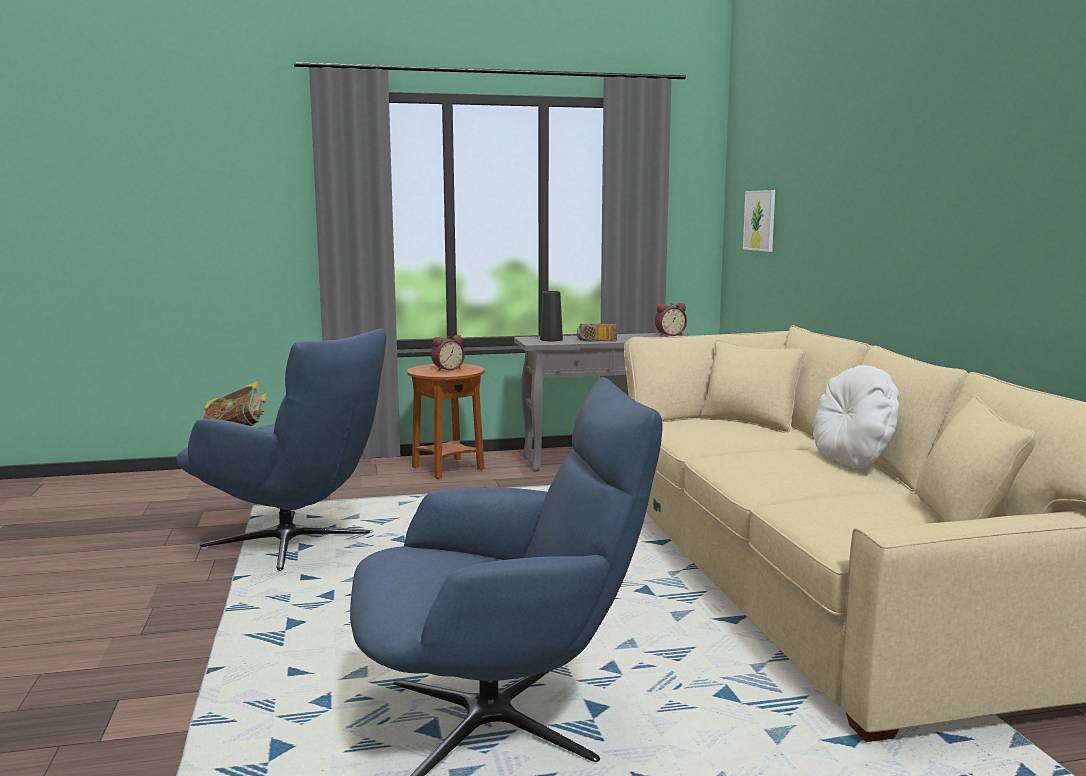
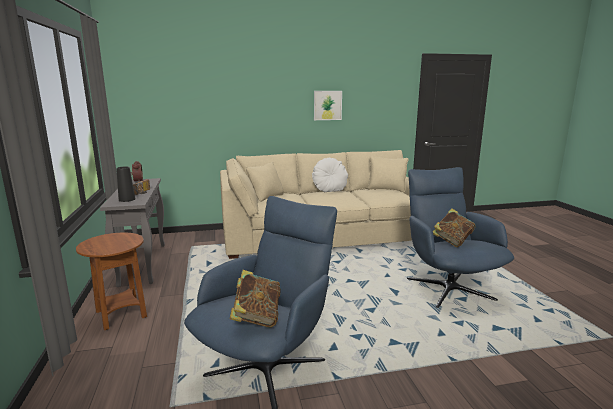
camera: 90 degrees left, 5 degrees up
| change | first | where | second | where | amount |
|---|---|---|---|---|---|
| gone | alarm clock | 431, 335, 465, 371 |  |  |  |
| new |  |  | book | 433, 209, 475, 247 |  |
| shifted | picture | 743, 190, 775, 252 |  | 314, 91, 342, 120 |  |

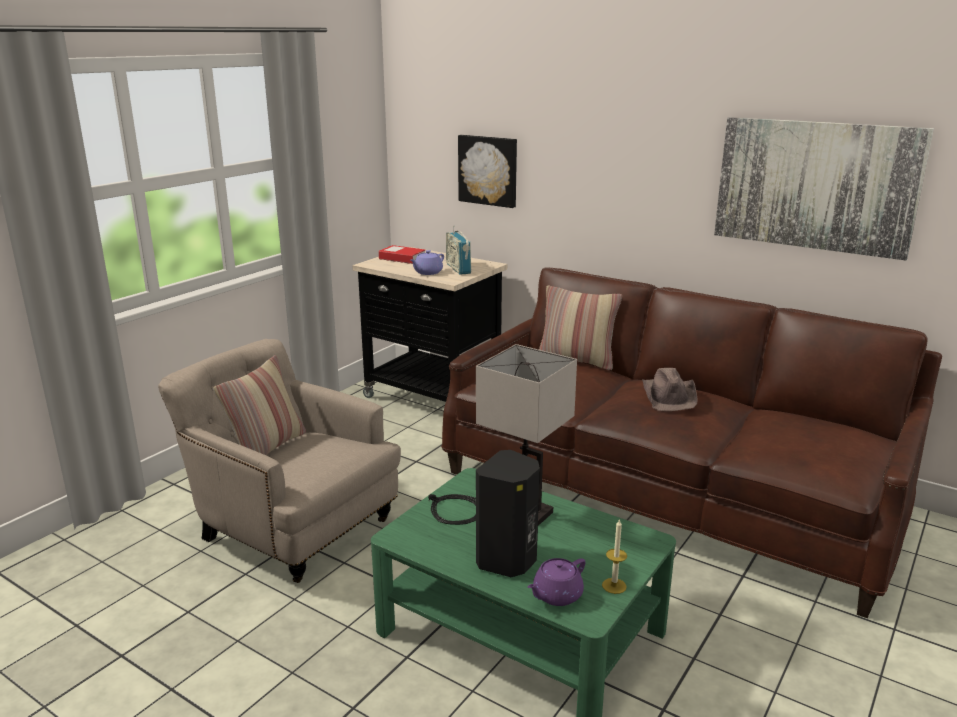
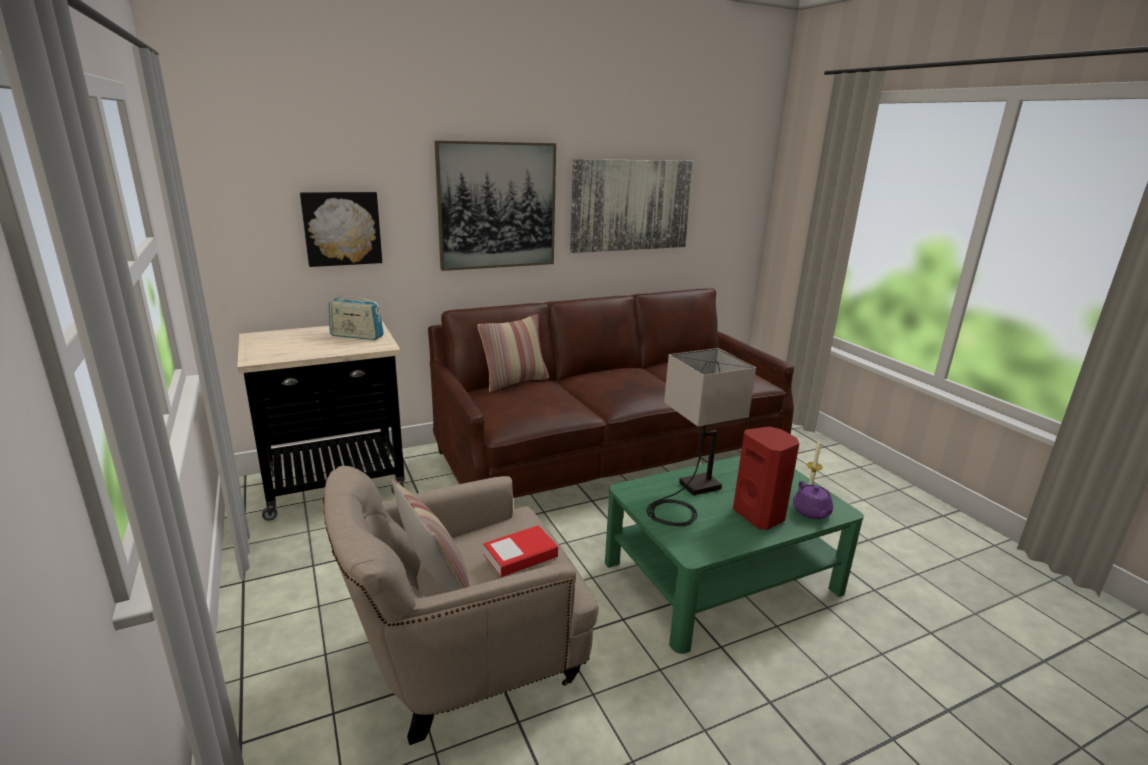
camera: 60 degrees left, 0 degrees up
| change | first | where | second | where | amount |
|---|---|---|---|---|---|
| gone | teapot in purple | 411, 250, 444, 275 |  |  |  |
| gone | hat in brown | 642, 368, 697, 411 |  |  |  |
| new |  |  | picture | 435, 140, 556, 271 |  |
| shifted | book | 379, 245, 425, 264 |  | 483, 525, 558, 577 |  |
| repainted | speaker in black | 476, 450, 540, 577 | speaker in red | 733, 427, 799, 530 |  |

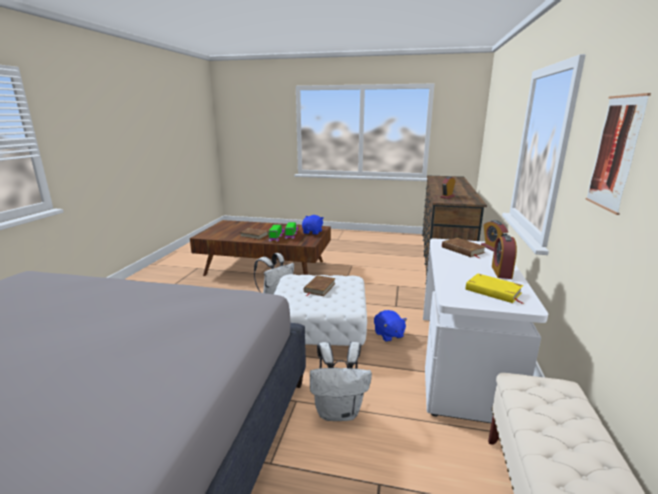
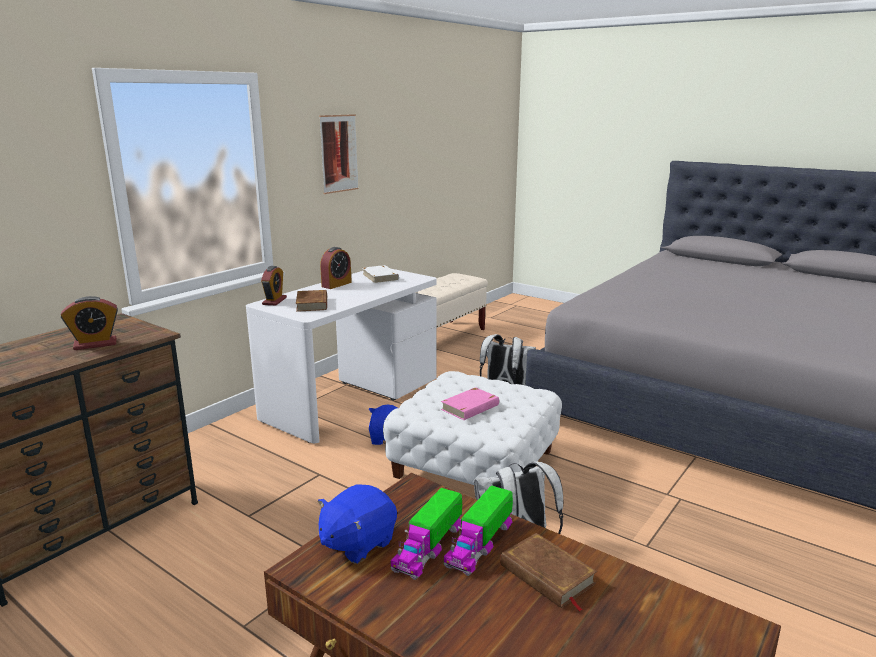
camera: 155 degrees left, 0 degrees up
| change | first | where | second | where | amount |
|---|---|---|---|---|---|
| repainted | book in brown | 304, 275, 336, 296 | book in pink | 441, 387, 499, 420 |  |
| repainted | book in yellow | 466, 274, 523, 304 | book in white | 362, 265, 399, 284 |  |

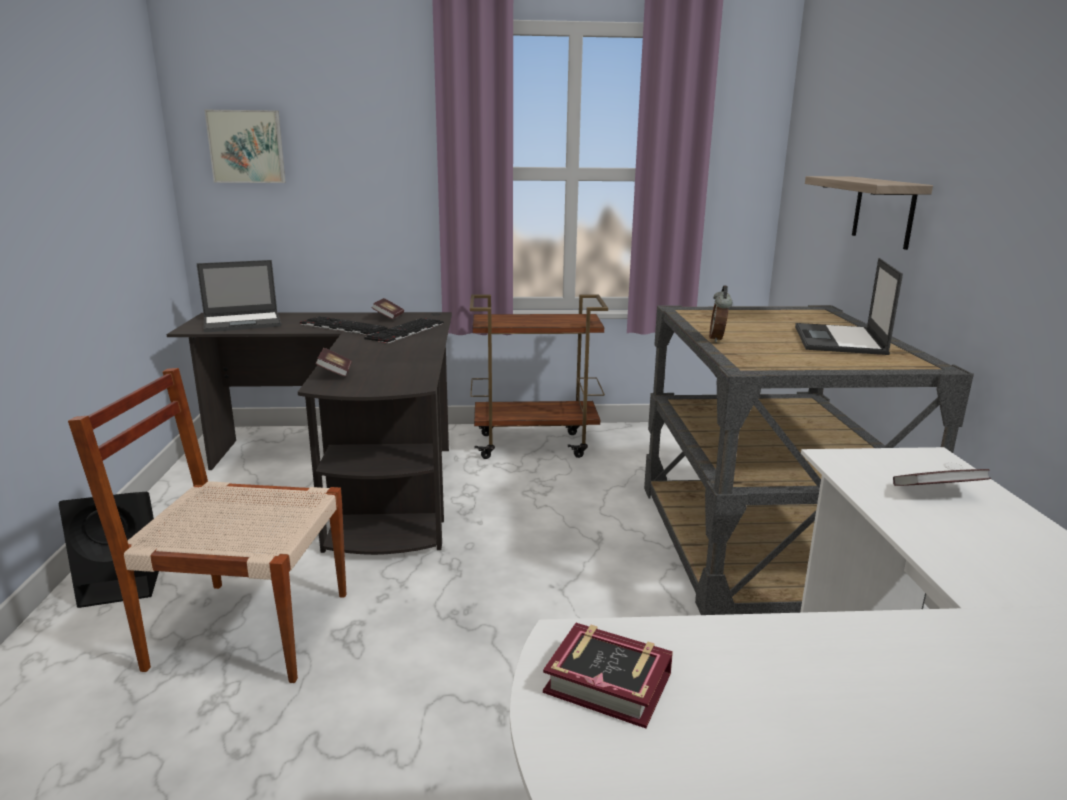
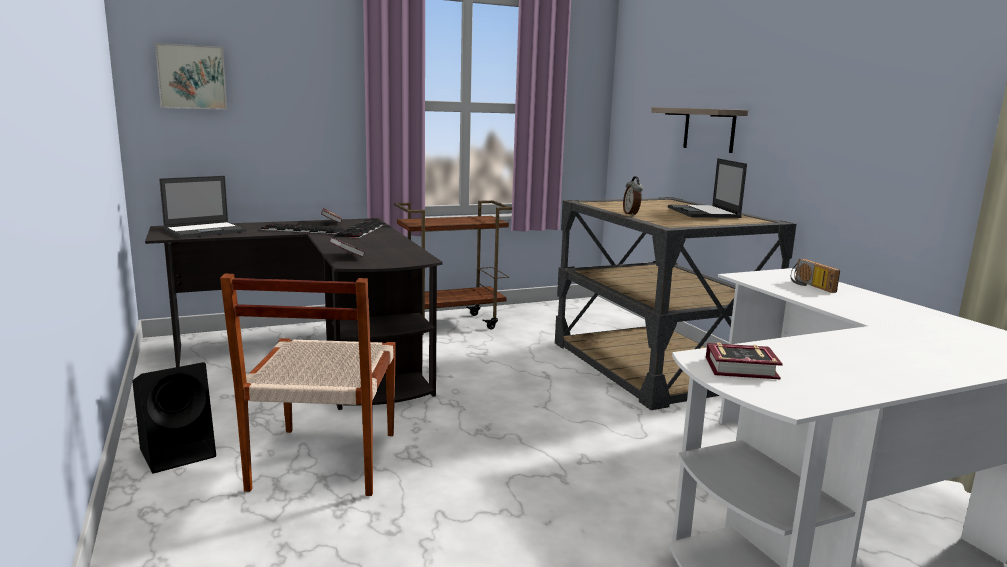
camera: 20 degrees left, 5 degrees down
| change | first | where | second | where | amount |
|---|---|---|---|---|---|
| swapped | book | 893, 469, 991, 486 | radio | 791, 259, 840, 293 |  |
| rotated | chair | 68, 368, 346, 683 |  | 220, 274, 396, 496 | 75 degrees counterclockwise |

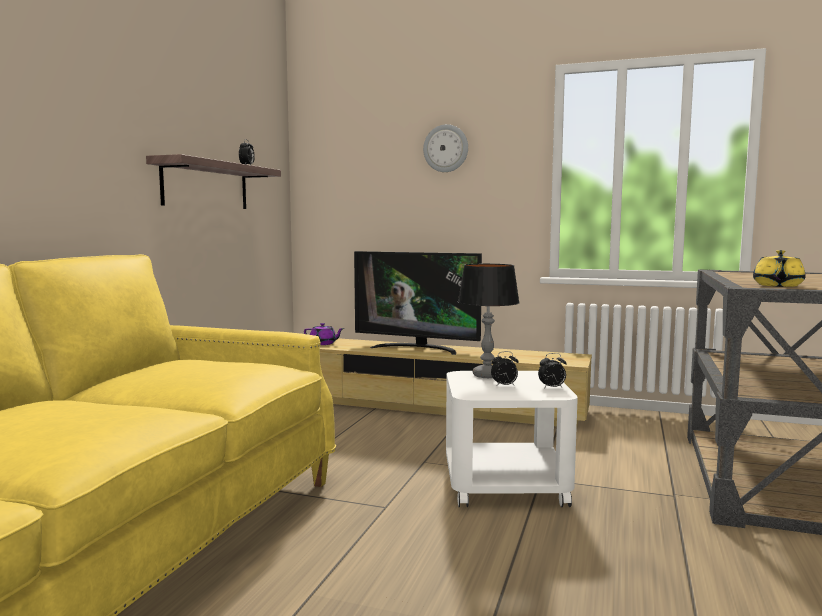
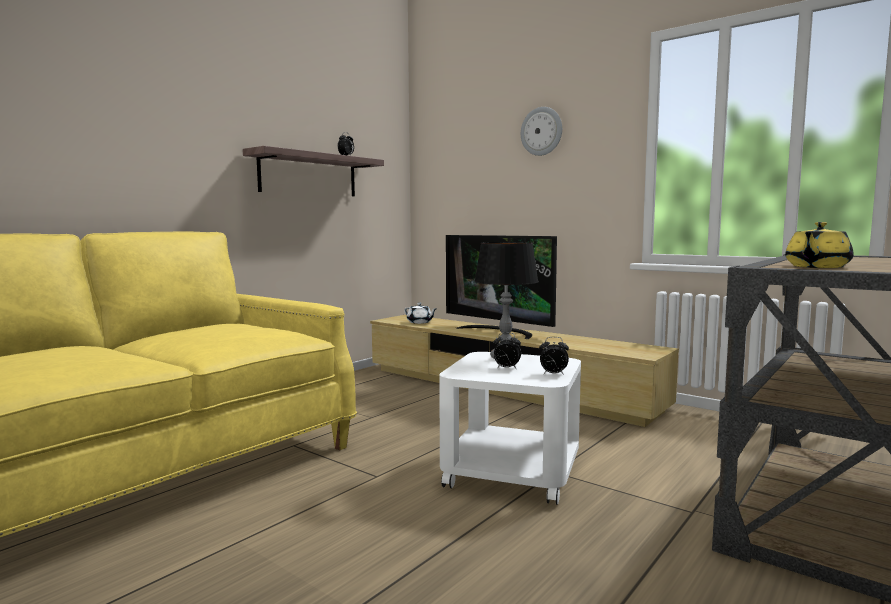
camera: 20 degrees right, 0 degrees up
| change | first | where | second | where | amount |
|---|---|---|---|---|---|
| repainted | teapot in purple | 304, 323, 344, 345 | teapot in white | 404, 303, 436, 324 |  |

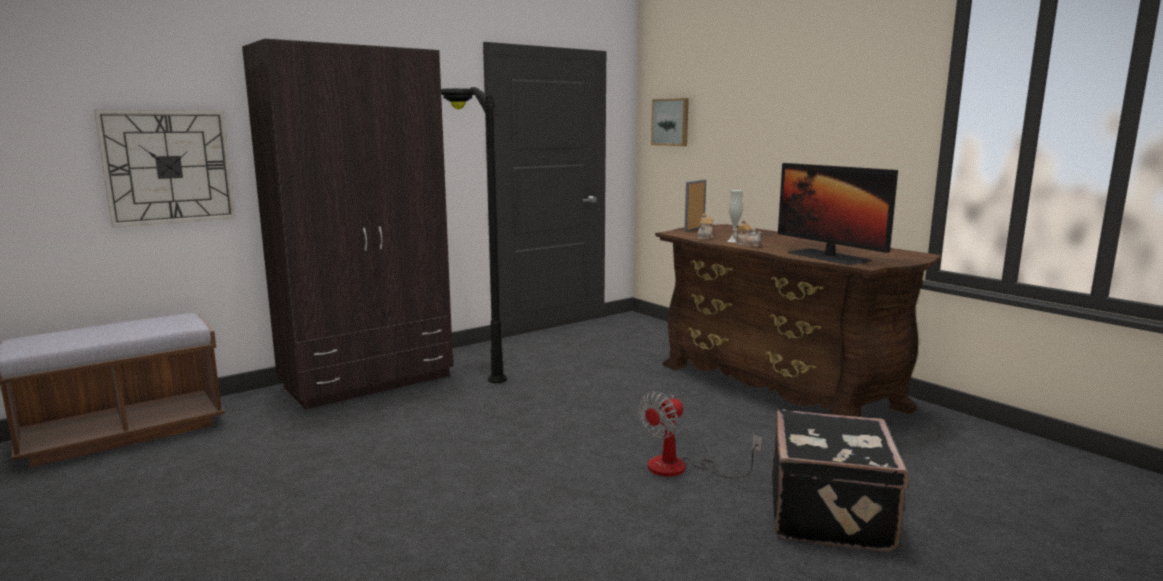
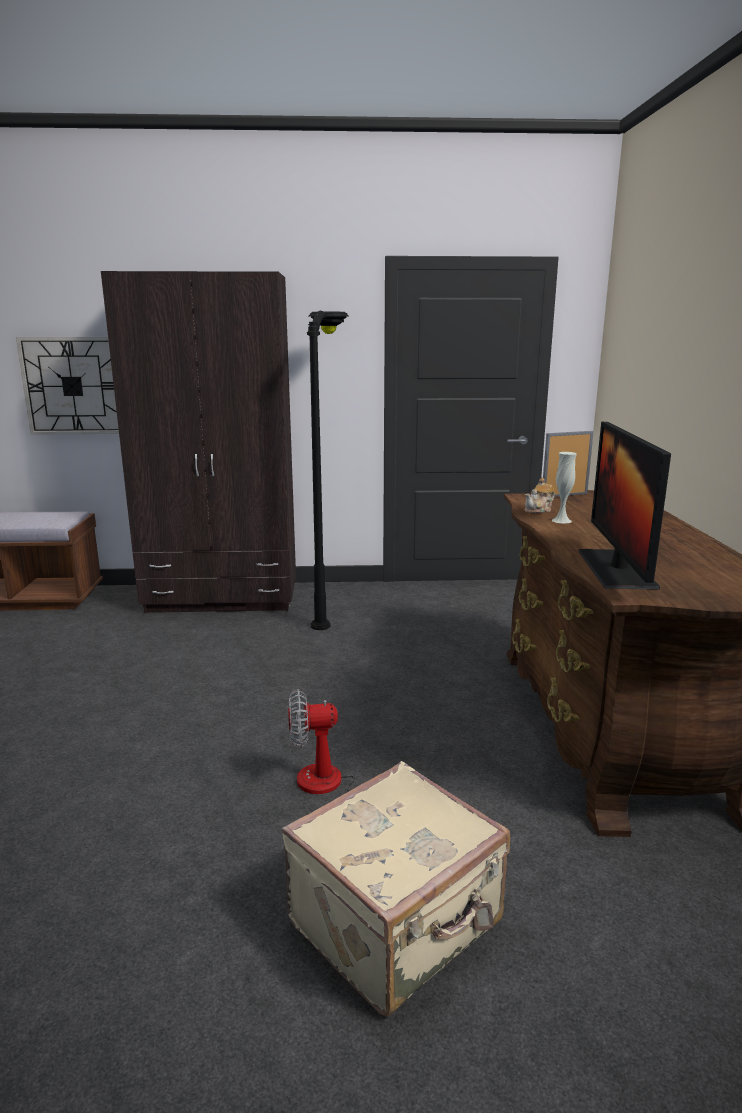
camera: 35 degrees right, 5 degrees up
| change | first | where | second | where | amount |
|---|---|---|---|---|---|
| gone | picture | 651, 98, 689, 146 |  |  |  |
| gone | teapot | 732, 219, 762, 247 |  |  |  |
| repainted | suitcase in black | 772, 409, 908, 552 | suitcase in beige | 282, 761, 510, 1017 |  |

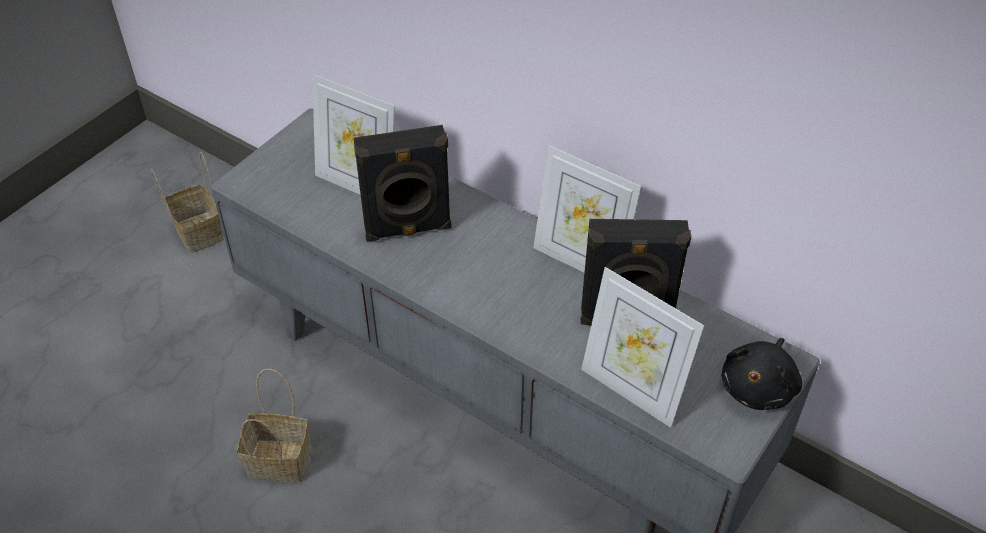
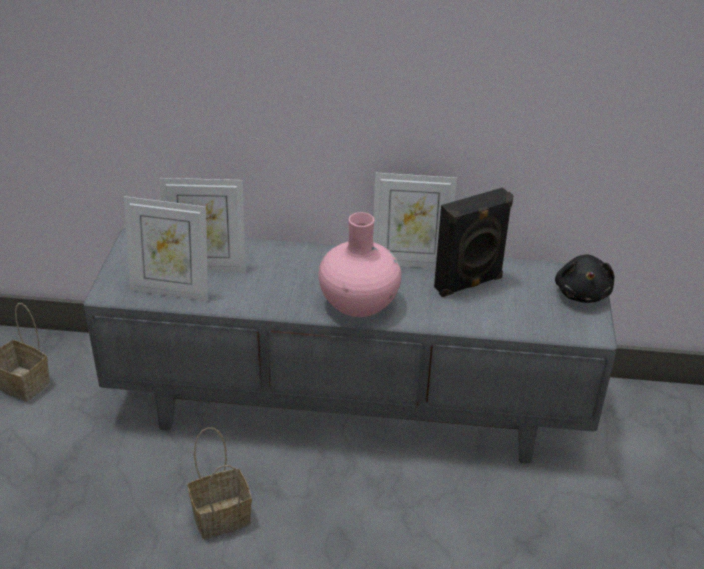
camera: 30 degrees left, 10 degrees down
| change | first | where | second | where | amount |
|---|---|---|---|---|---|
| gone | speaker in black | 353, 125, 452, 242 |  |  |  |
| new |  |  | vase in pink | 318, 212, 401, 317 |  |
| shifted | picture frame | 581, 267, 704, 428 |  | 124, 196, 208, 301 |  |

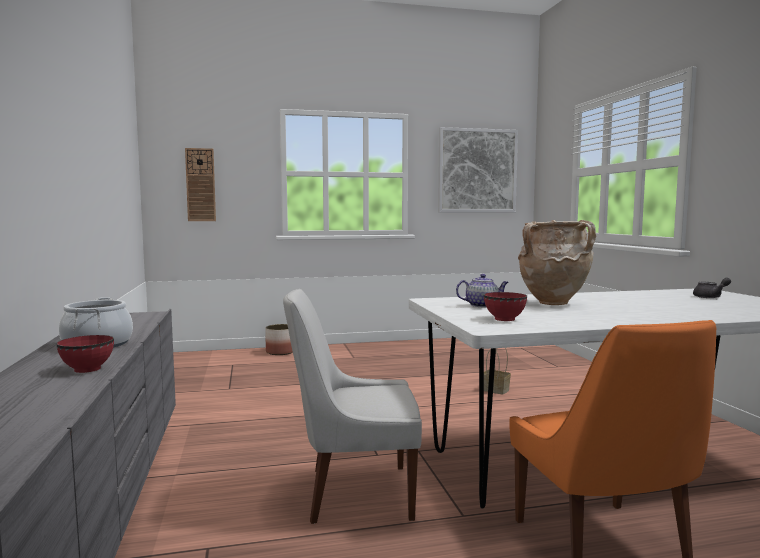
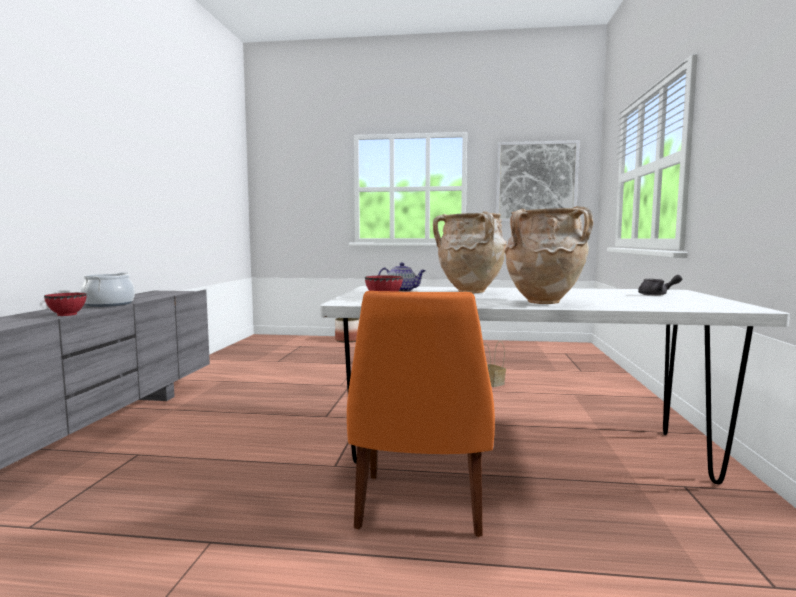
camera: 20 degrees right, 0 degrees up
| change | first | where | second | where | amount |
|---|---|---|---|---|---|
| gone | wall clock | 185, 148, 216, 221 |  |  |  |
| gone | chair in white | 283, 289, 422, 524 |  |  |  |
| new |  |  | vase in beige | 504, 206, 594, 304 |  |

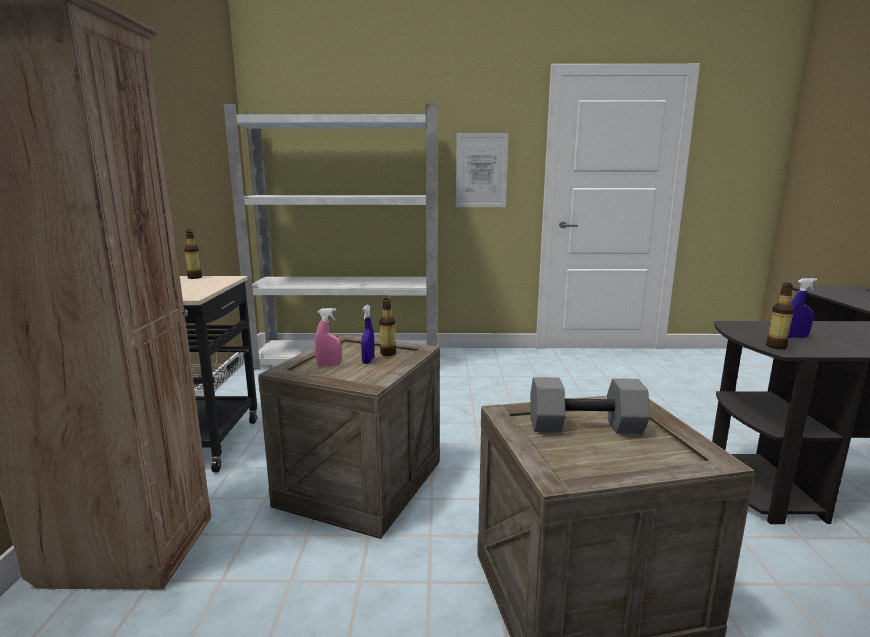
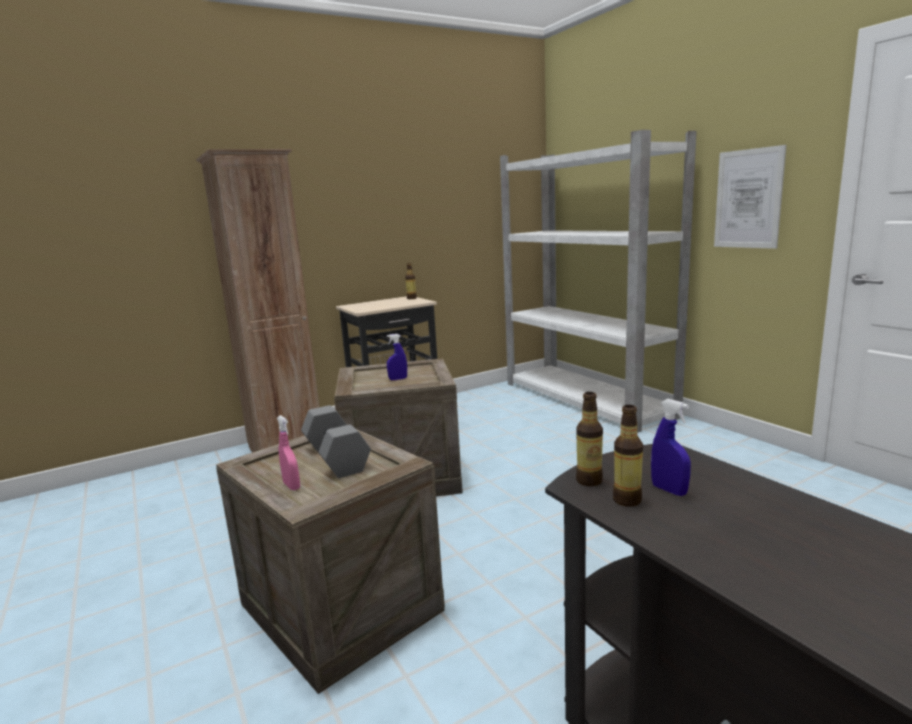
camera: 60 degrees right, 0 degrees up
| change | first | where | second | where | amount |
|---|---|---|---|---|---|
| shifted | spray bottle in pink | 315, 308, 342, 366 |  | 277, 415, 300, 490 |  |
| shifted | bottle | 380, 298, 396, 356 |  | 613, 405, 643, 507 |  |

